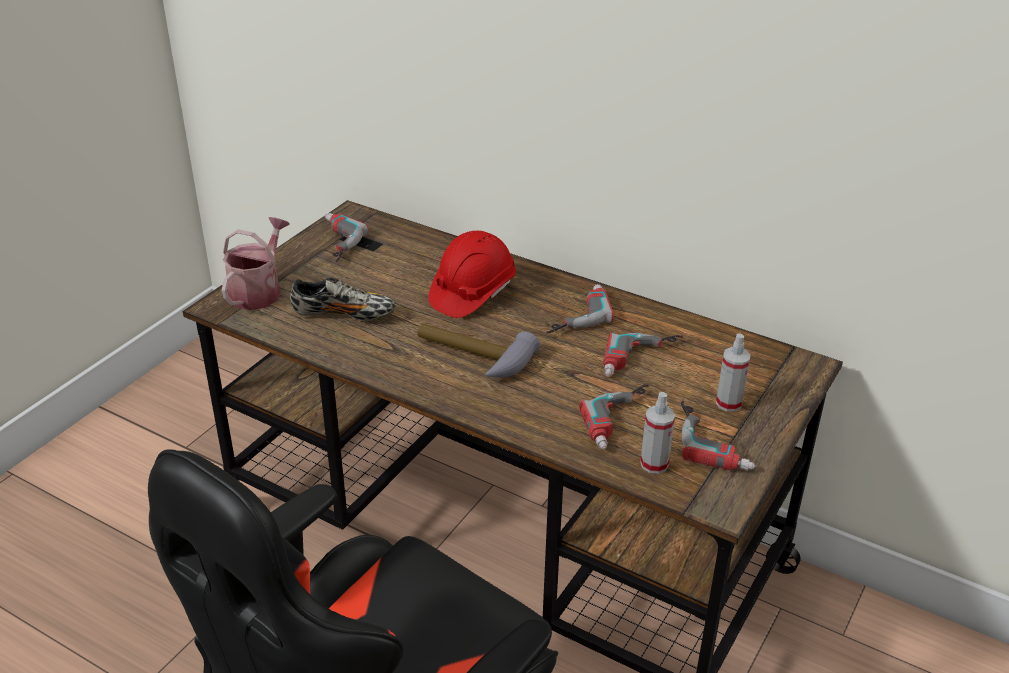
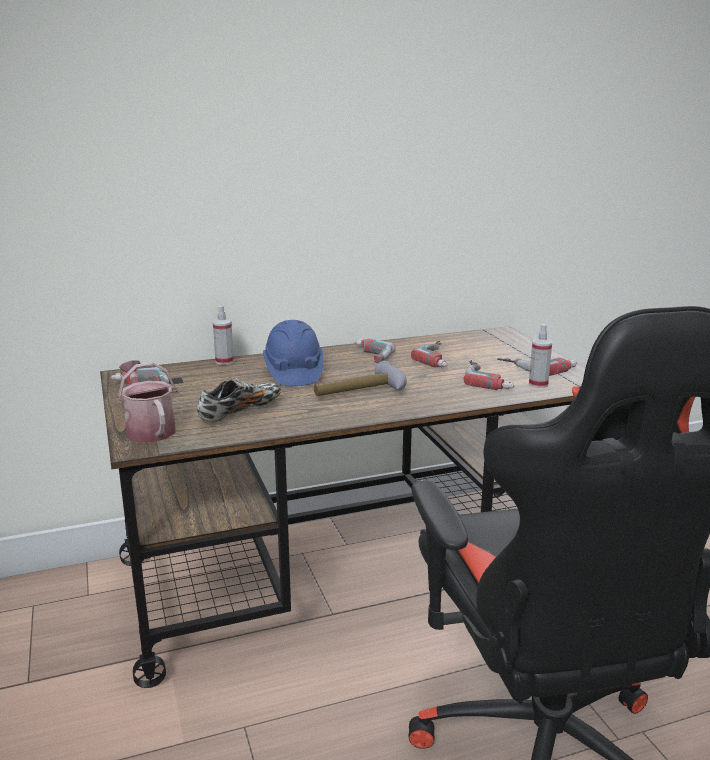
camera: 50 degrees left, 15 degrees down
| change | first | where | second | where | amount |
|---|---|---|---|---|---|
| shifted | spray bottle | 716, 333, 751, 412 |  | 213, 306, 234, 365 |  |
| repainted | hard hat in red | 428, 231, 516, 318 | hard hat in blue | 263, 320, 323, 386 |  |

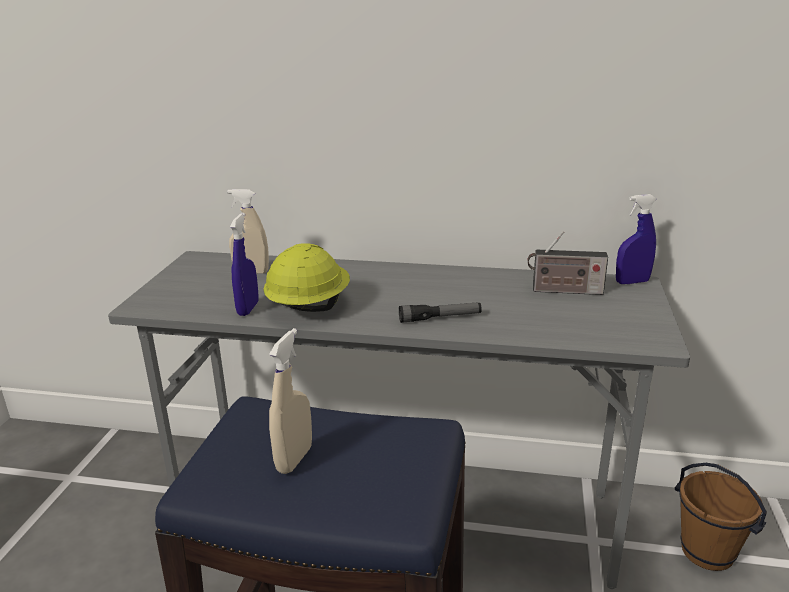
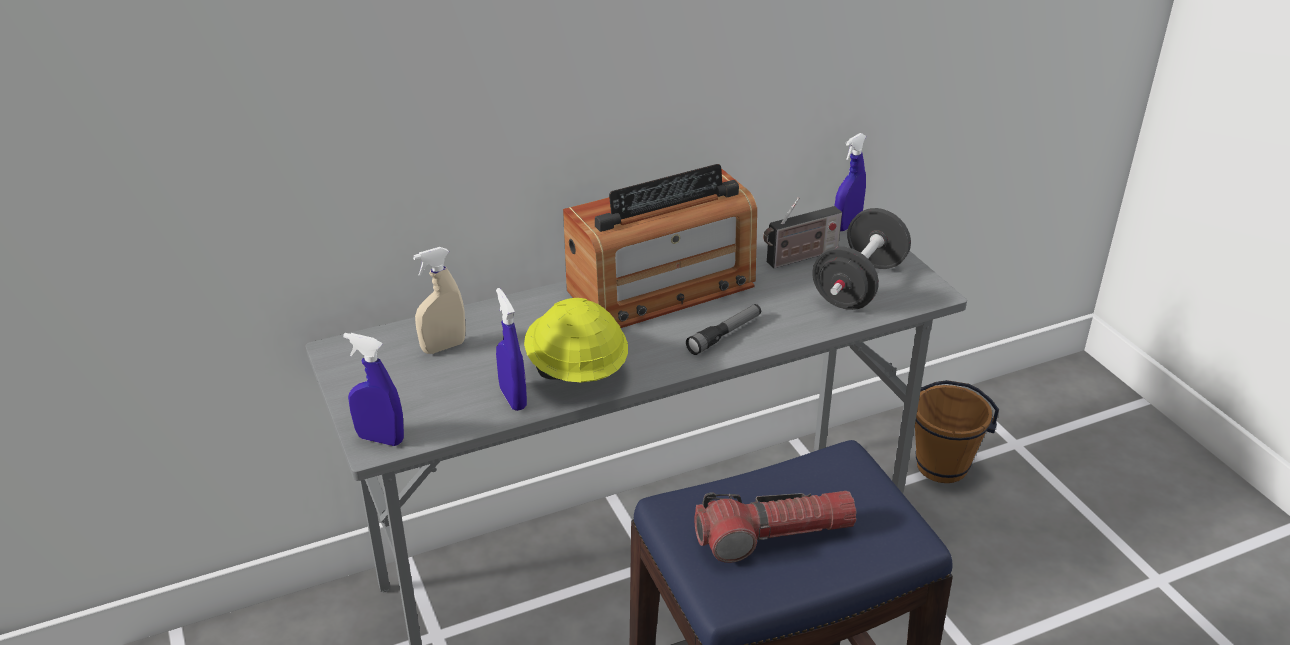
camera: 35 degrees left, 10 degrees up
| change | first | where | second | where | amount |
|---|---|---|---|---|---|
| new |  |  | spray bottle in blue | 343, 333, 404, 446 |  |
| new |  |  | radio | 563, 164, 757, 328 |  |
| new |  |  | dumbbell in black | 813, 208, 911, 310 |  |
| swapped | spray bottle in beige | 269, 328, 312, 474 | flashlight | 694, 491, 857, 563 |  |

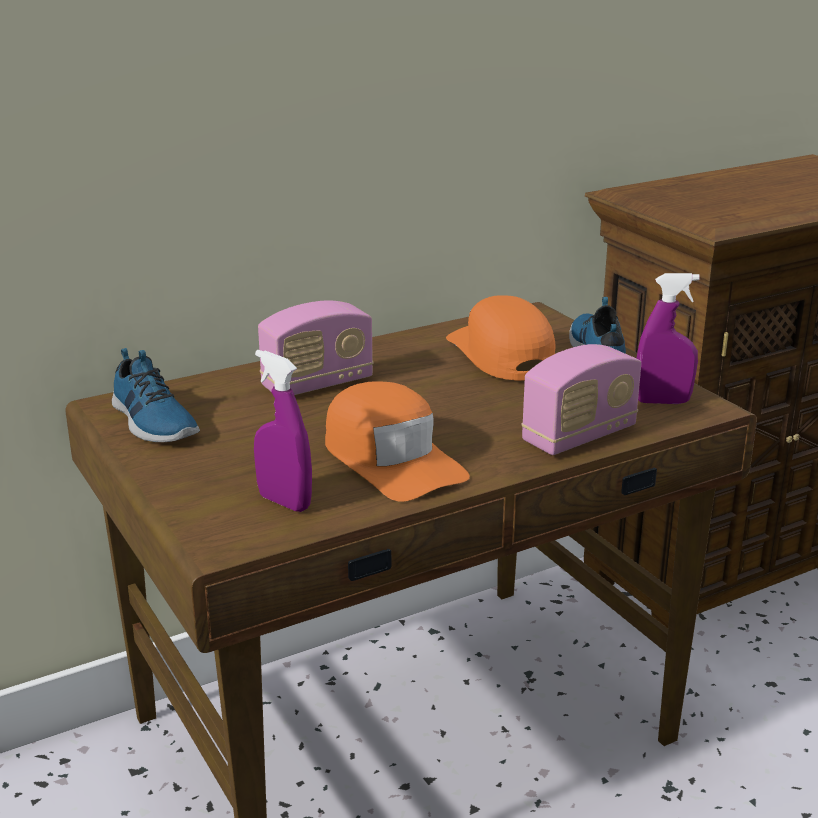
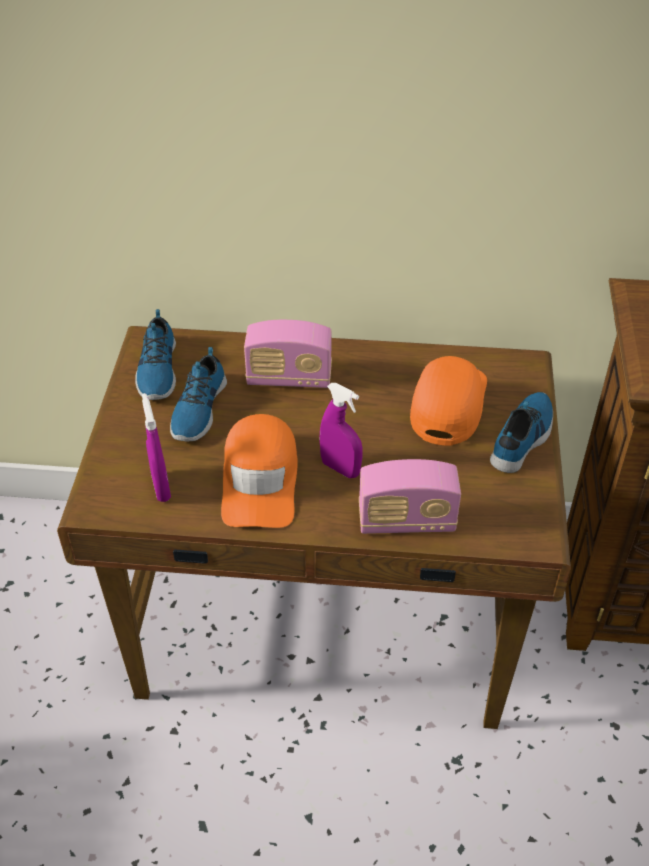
camera: 35 degrees right, 20 degrees up
| change | first | where | second | where | amount |
|---|---|---|---|---|---|
| new |  |  | shoe | 170, 347, 227, 441 |  |
| shifted | spray bottle in purple | 637, 273, 700, 404 |  | 319, 383, 363, 478 |  |

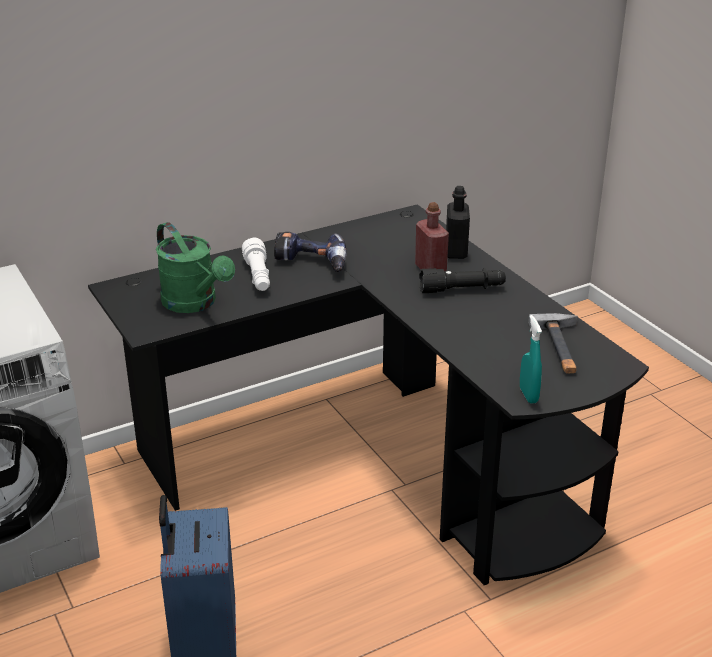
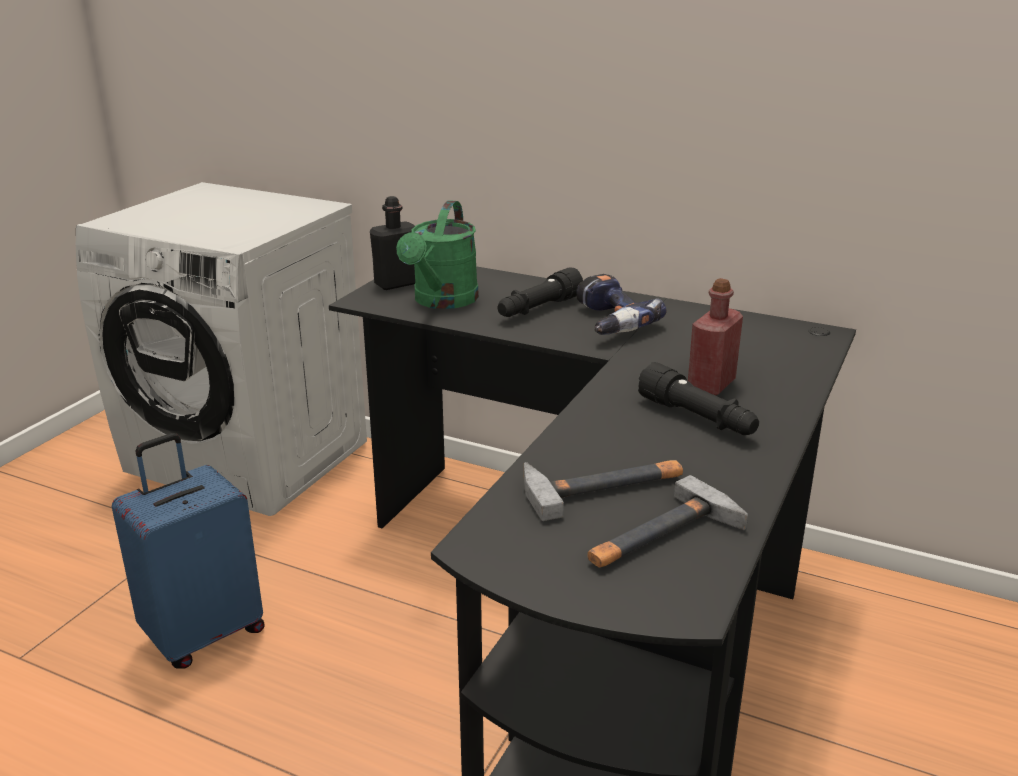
camera: 55 degrees right, 5 degrees down
| change | first | where | second | where | amount |
|---|---|---|---|---|---|
| gone | spray bottle in turquoise | 520, 315, 542, 404 |  |  |  |
| new |  |  | hammer | 524, 460, 683, 521 |  |
| shifted | bottle in black | 446, 186, 470, 259 |  | 370, 196, 415, 290 |  |
| repainted | flashlight in white | 242, 237, 270, 291 | flashlight in black | 497, 267, 583, 317 |  |

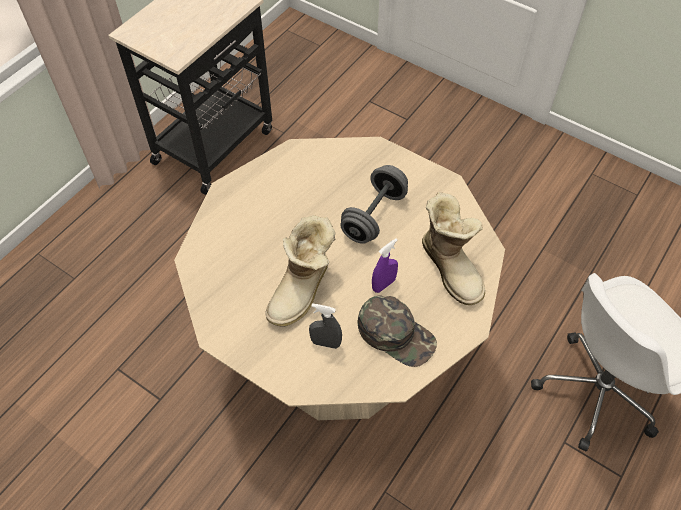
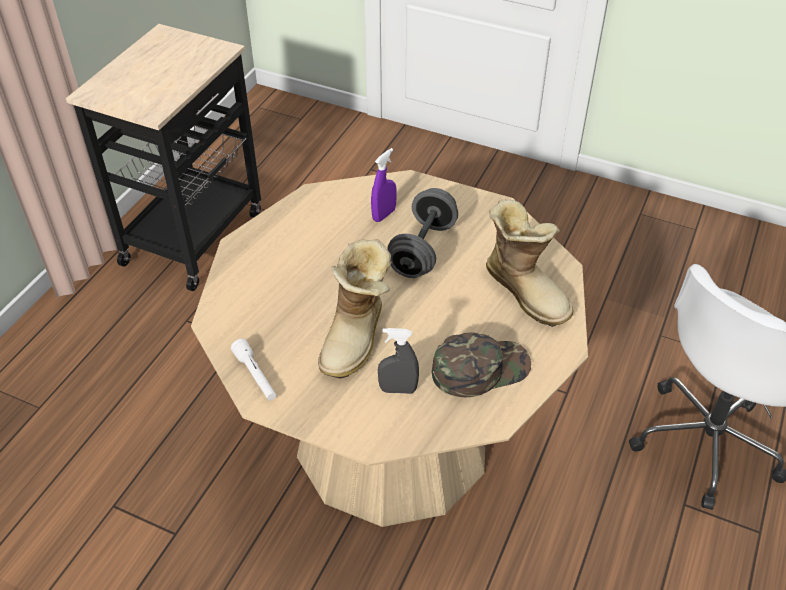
camera: 10 degrees left, 10 degrees down
| change | first | where | second | where | amount |
|---|---|---|---|---|---|
| new |  |  | flashlight in white | 231, 339, 276, 401 |  |
| shifted | spray bottle in purple | 372, 238, 398, 293 |  | 371, 148, 397, 222 |  |
| rotated | cap in green | 358, 295, 437, 367 |  | 432, 332, 531, 397 | 45 degrees counterclockwise |

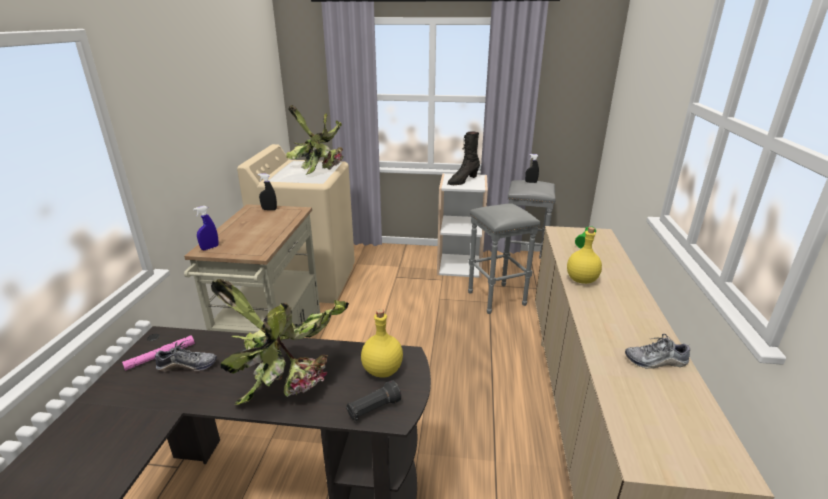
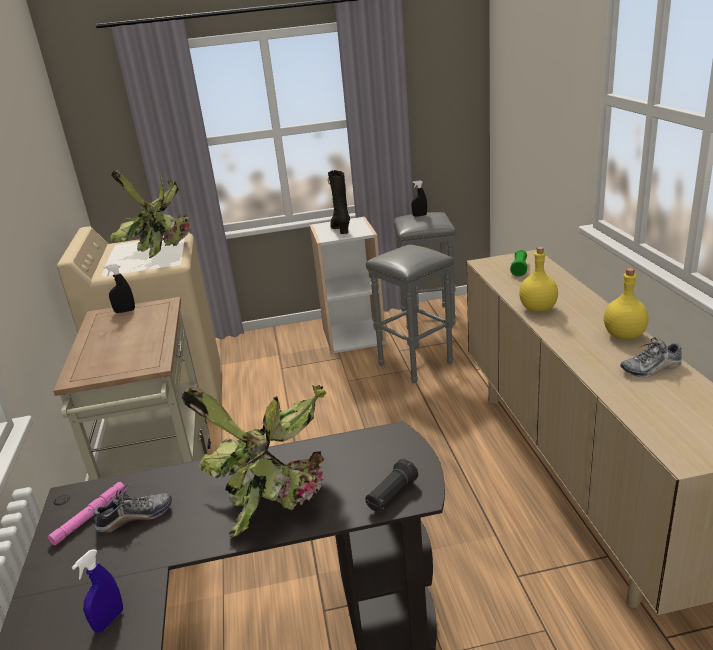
camera: 15 degrees left, 0 degrees up
| change | first | where | second | where | amount |
|---|---|---|---|---|---|
| shifted | spray bottle in blue | 193, 206, 219, 250 |  | 72, 549, 123, 633 |  |
| shifted | bottle in yellow | 361, 309, 403, 378 |  | 604, 268, 648, 340 |  |
| rotated | boot in black | 447, 131, 480, 185 |  | 328, 170, 350, 234 | 135 degrees clockwise |

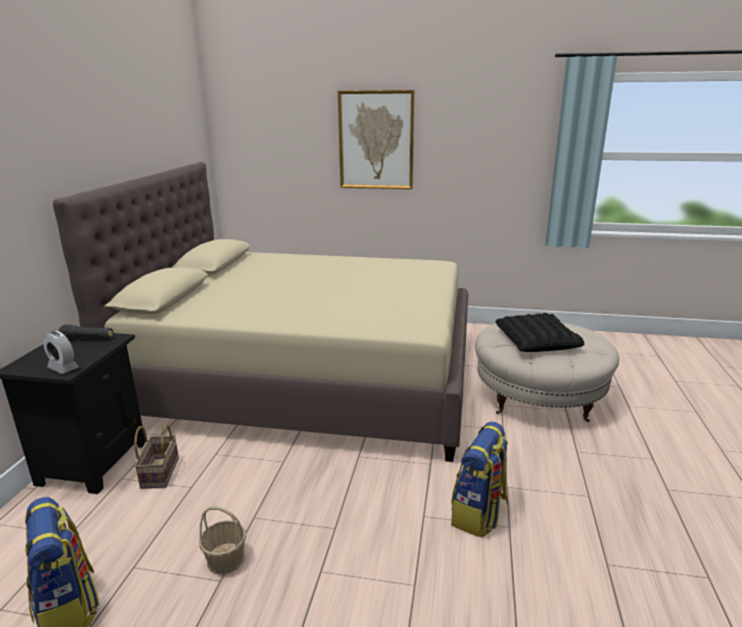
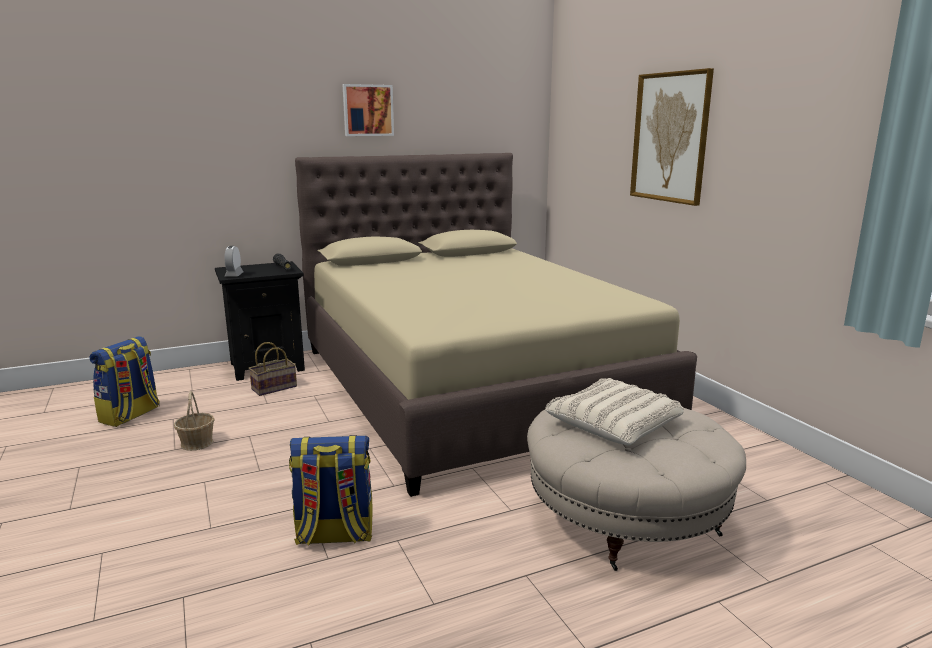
camera: 55 degrees right, 5 degrees down
| change | first | where | second | where | amount |
|---|---|---|---|---|---|
| new |  |  | picture | 342, 84, 394, 136 |  |
| repainted | pillow in black | 495, 313, 584, 352 | pillow in beige | 545, 378, 684, 445 |  |

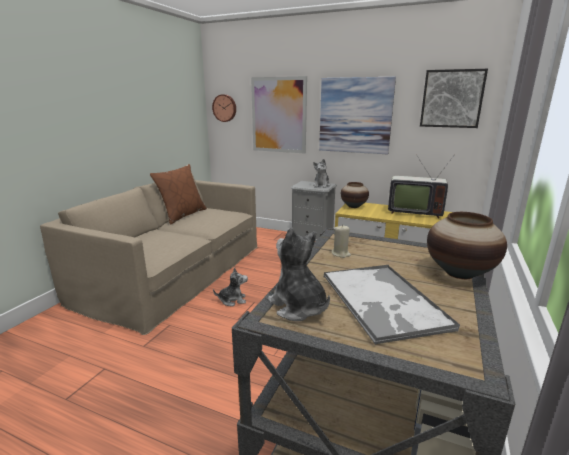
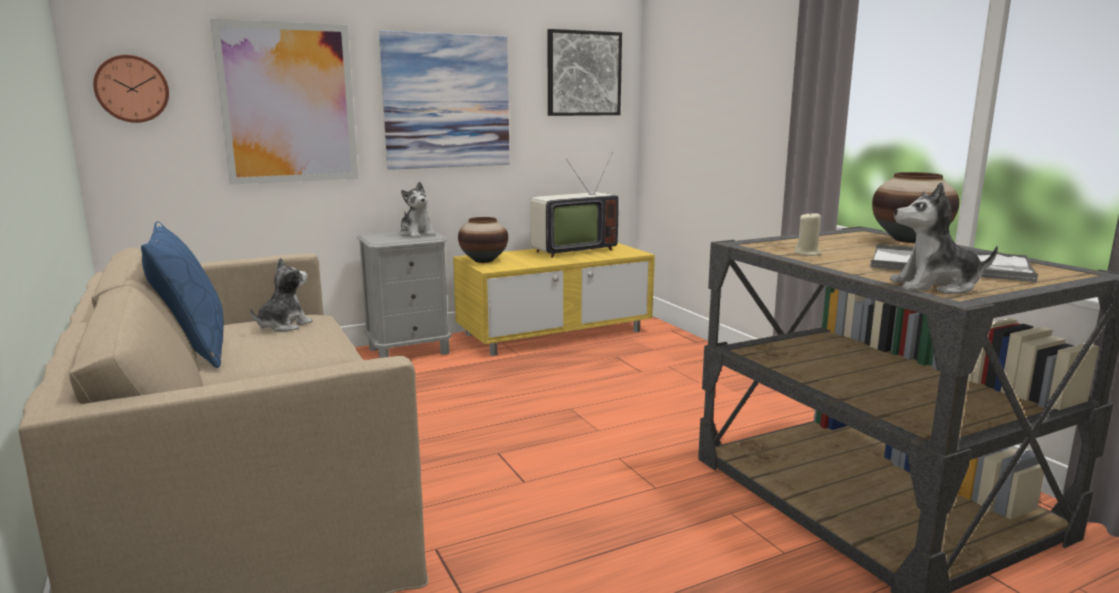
camera: 50 degrees left, 5 degrees down
| change | first | where | second | where | amount |
|---|---|---|---|---|---|
| shifted | plush toy | 213, 267, 248, 306 |  | 250, 258, 313, 332 |  |
| repainted | pillow in brown | 150, 164, 207, 225 | pillow in blue | 141, 221, 224, 368 |  |

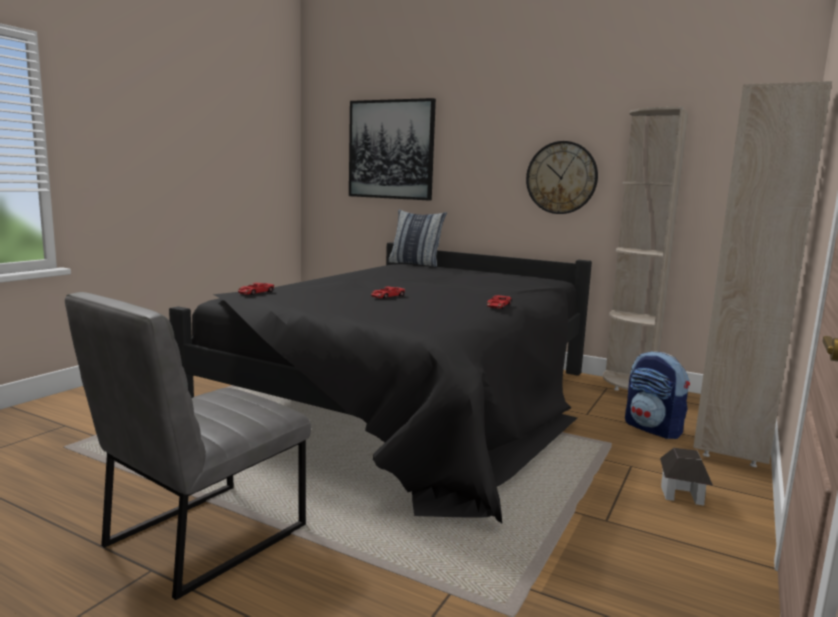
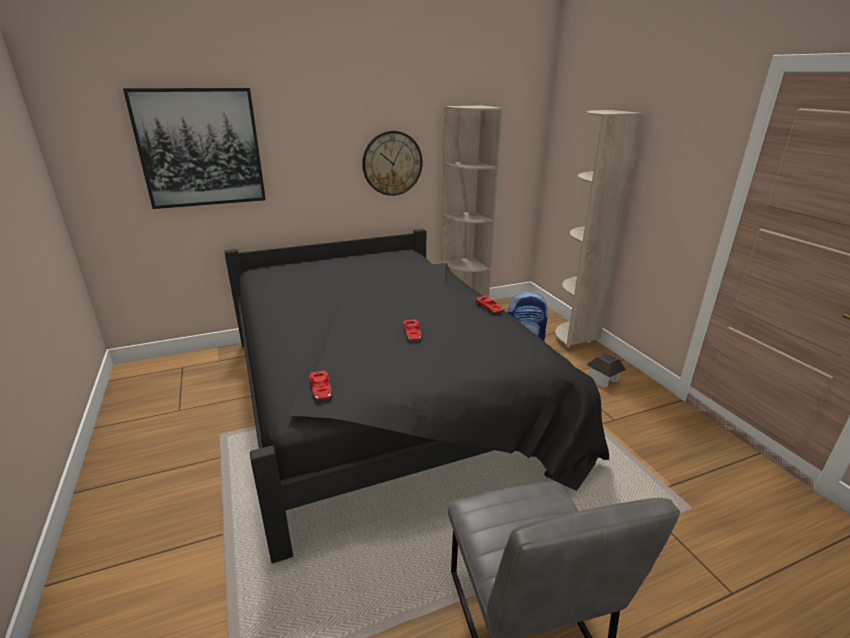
camera: 50 degrees left, 15 degrees up
| change | first | where | second | where | amount |
|---|---|---|---|---|---|
| gone | pillow | 388, 210, 447, 267 |  |  |  |

